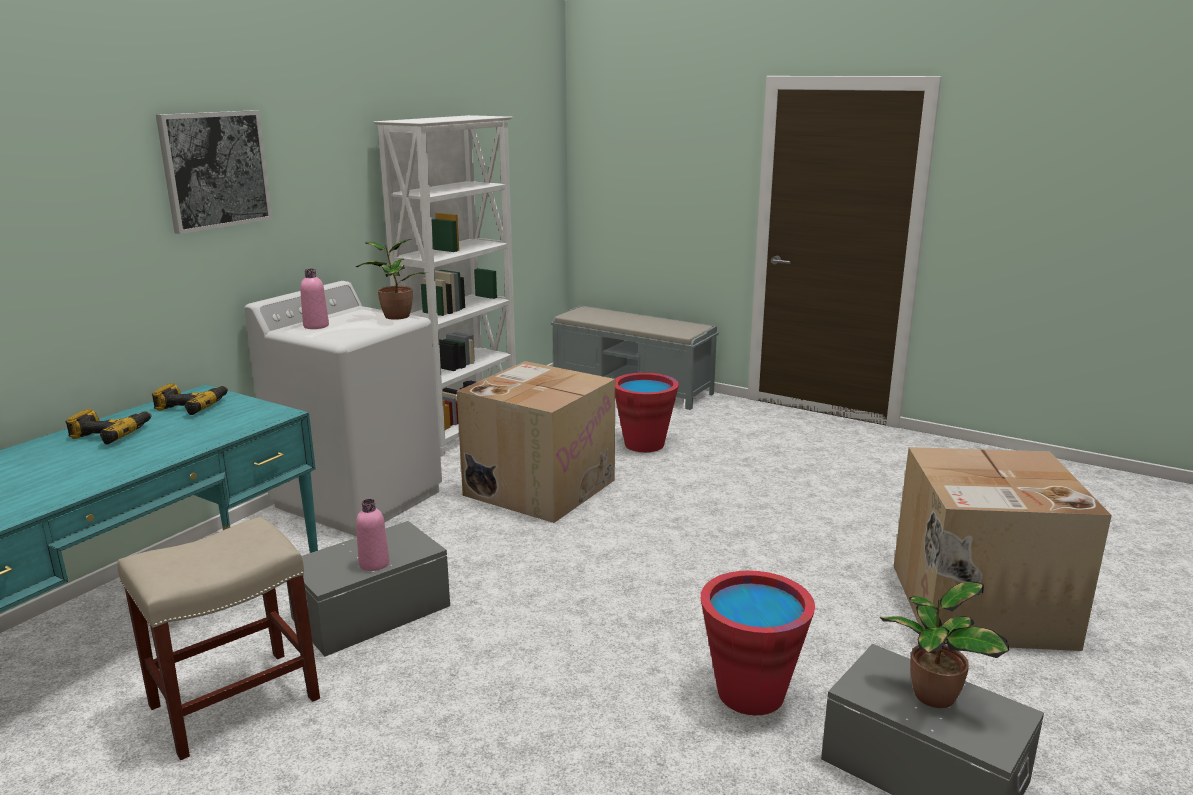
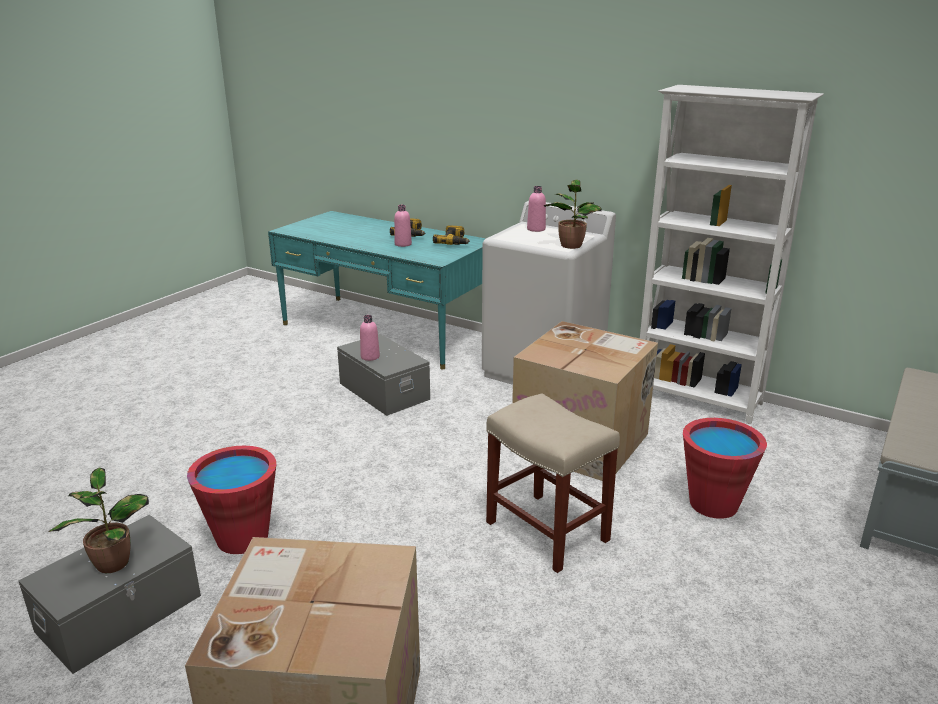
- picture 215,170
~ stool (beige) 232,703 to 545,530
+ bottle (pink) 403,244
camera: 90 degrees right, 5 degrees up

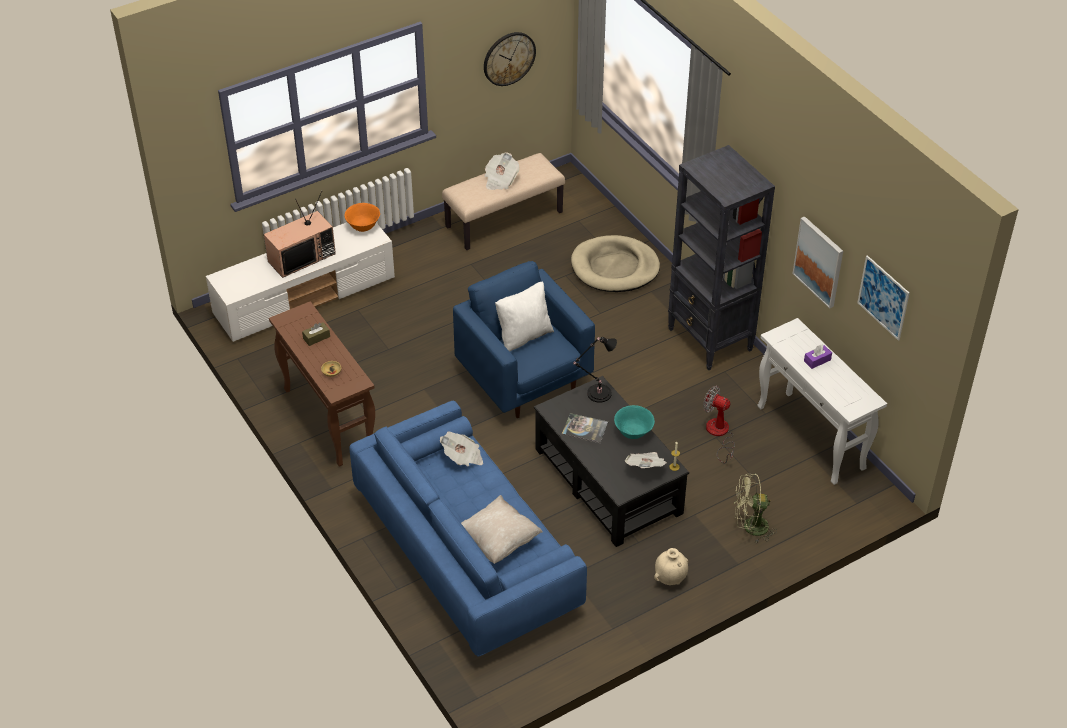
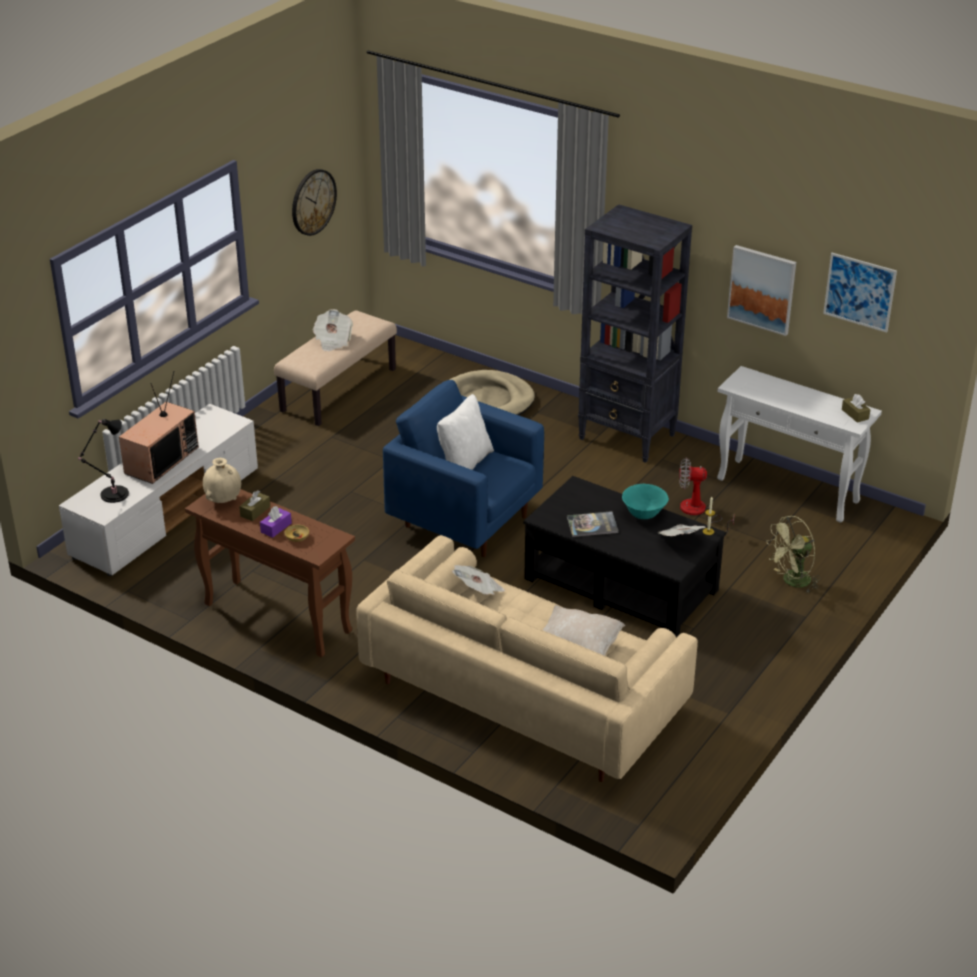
- bowl (orange) 363,226
~ table lamp (black) 597,393 to 112,495
~ tissue box (purple) 817,360 to 276,528
~ sofa (blue) 467,553 to sofa (beige) 524,694
~ vase (beige) 670,578 to 224,500
+ tissue box (brown) 855,414
camera: 25 degrees left, 10 degrees down

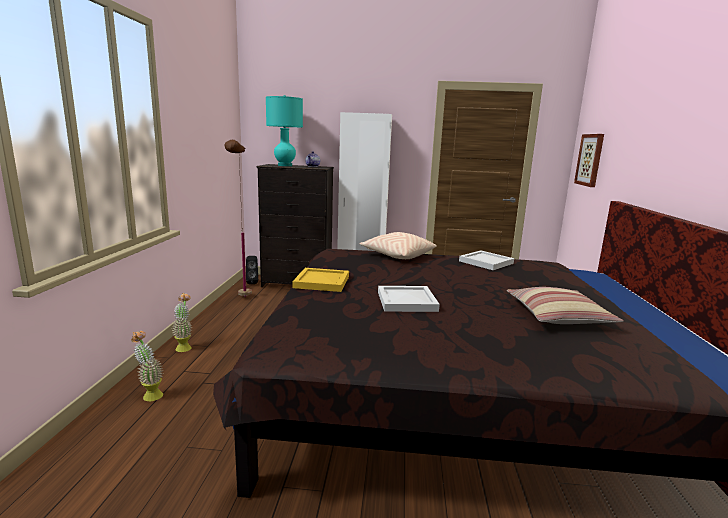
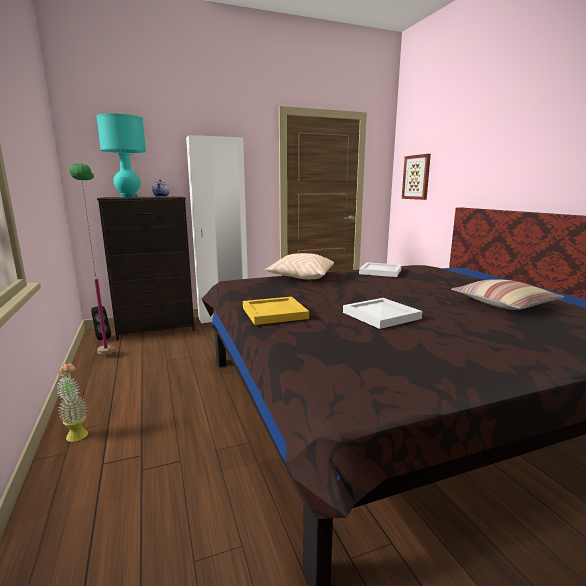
~ floor lamp (brown) 242,301 to floor lamp (green) 108,360
- potted plant 150,394
camera: 25 degrees left, 0 degrees up

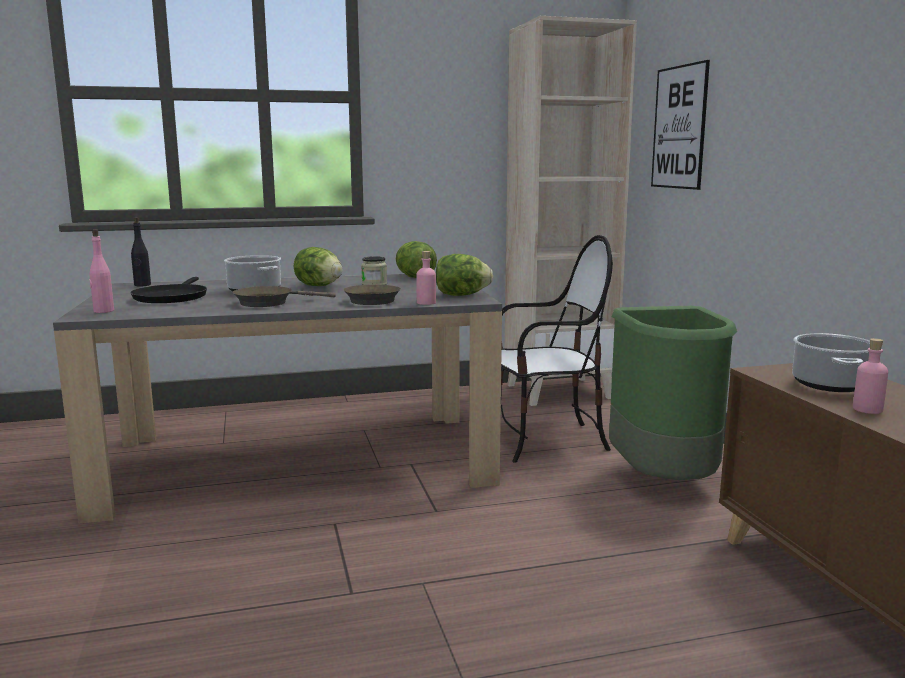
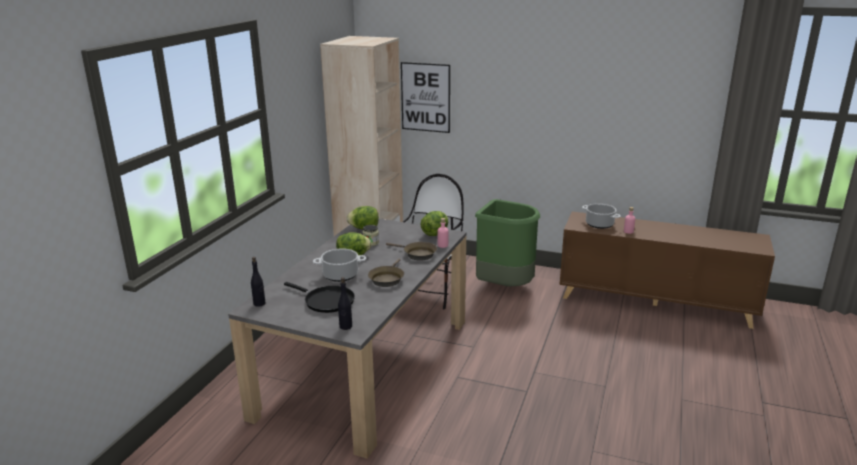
~ bottle (pink) 103,311 to bottle (black) 345,326
camera: 55 degrees left, 10 degrees up

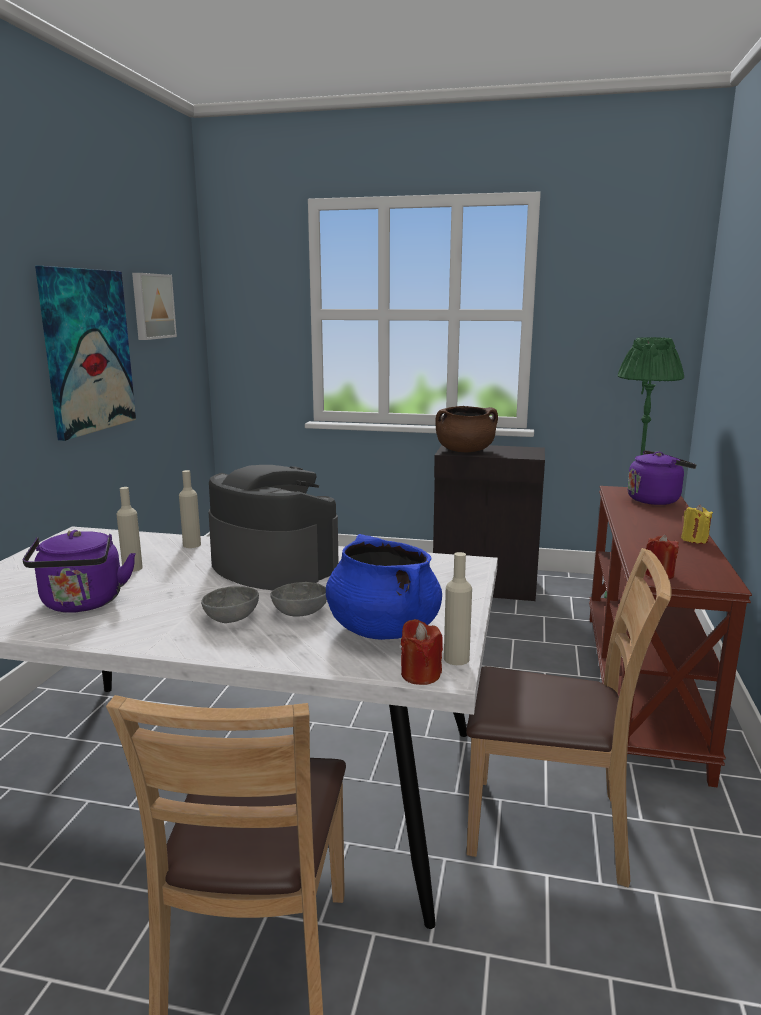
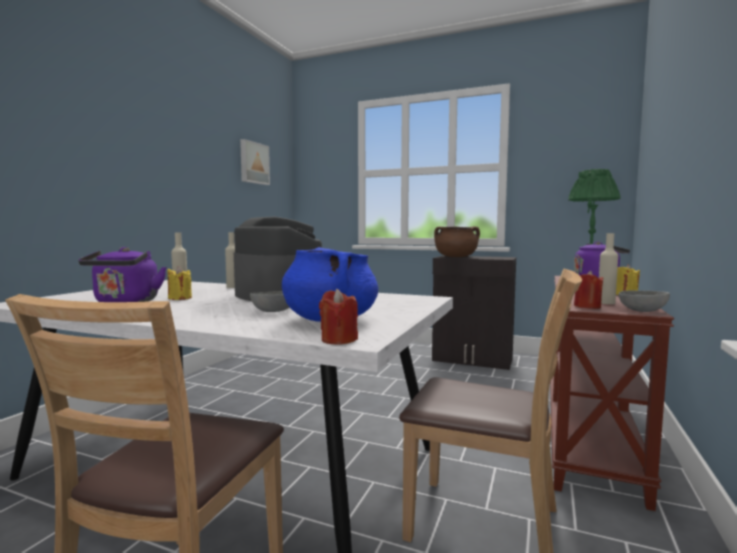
- picture 87,351
~ bottle (beige) 456,659 to 606,302
~ bowl (grey) 230,618 to 641,311
+ candle (yellow) 180,298
camera: 10 degrees right, 10 degrees down

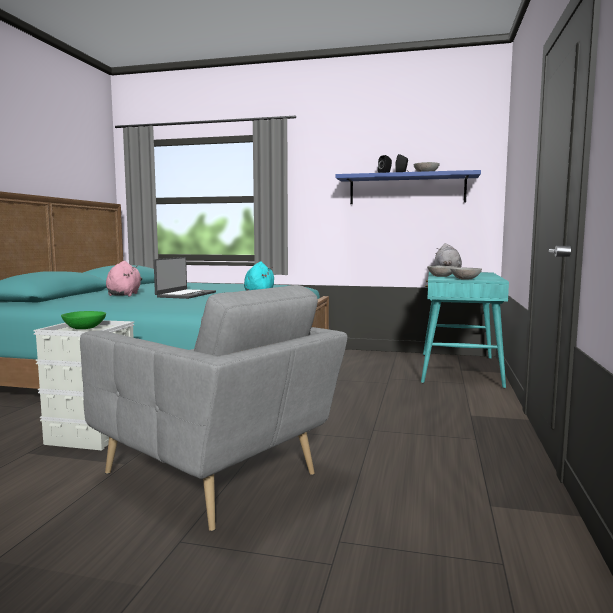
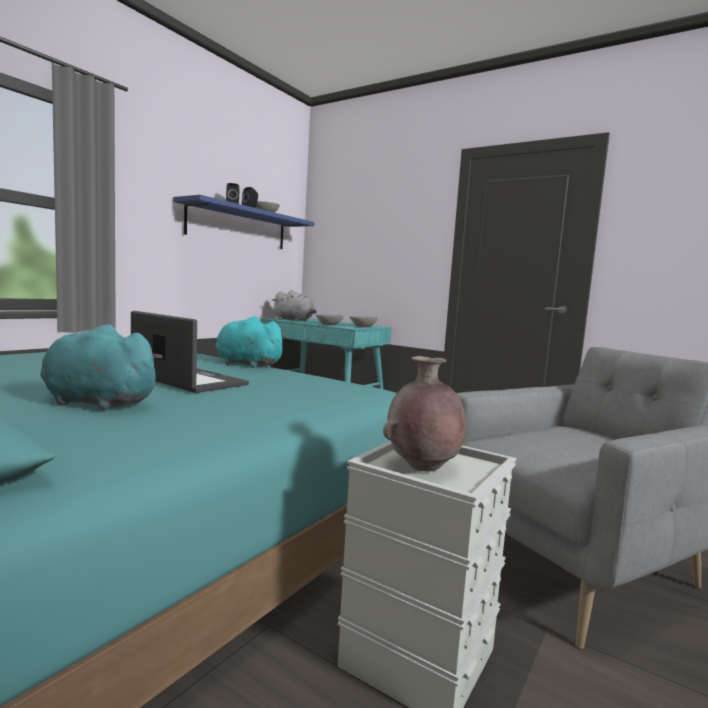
~ plush toy (pink) 124,295 to plush toy (turquoise) 95,402
~ bowl (green) 84,328 to vase (brown) 422,467
camera: 70 degrees left, 0 degrees up

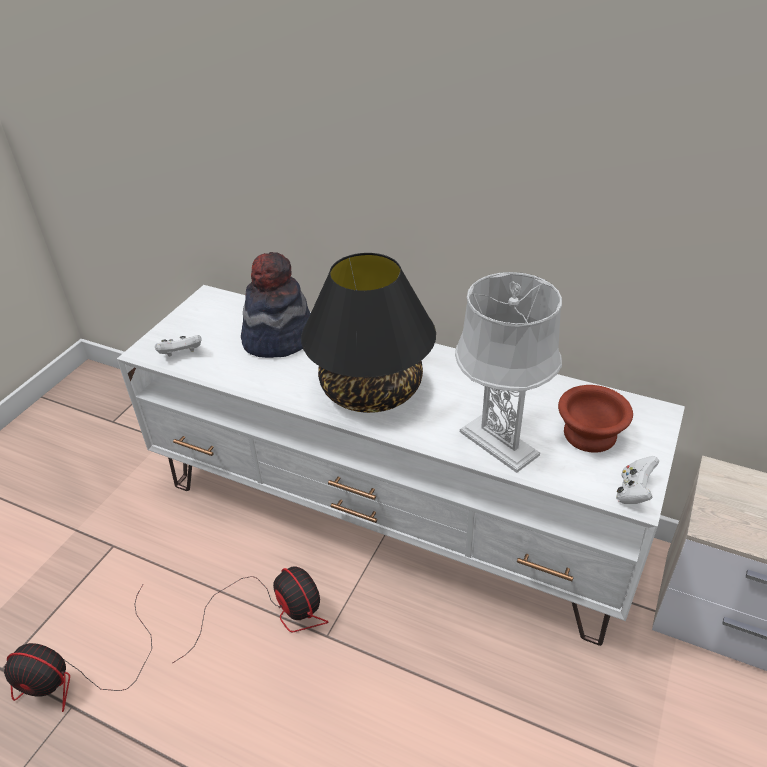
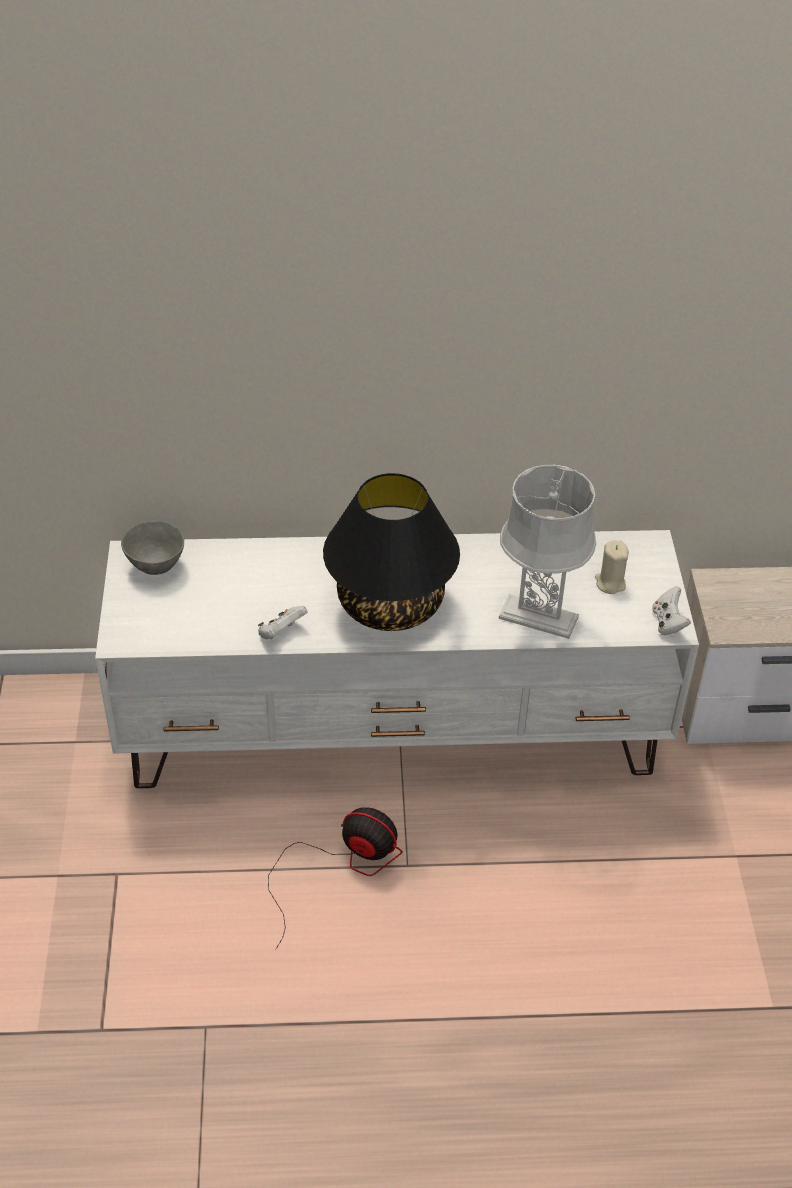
- hat 278,338
~ game controller (white) 181,354 to 281,633
~ bowl (brown) 592,435 to candle (beige) 610,583
- fan 79,674
+ bowl (grey) 157,566
camera: 30 degrees left, 5 degrees up

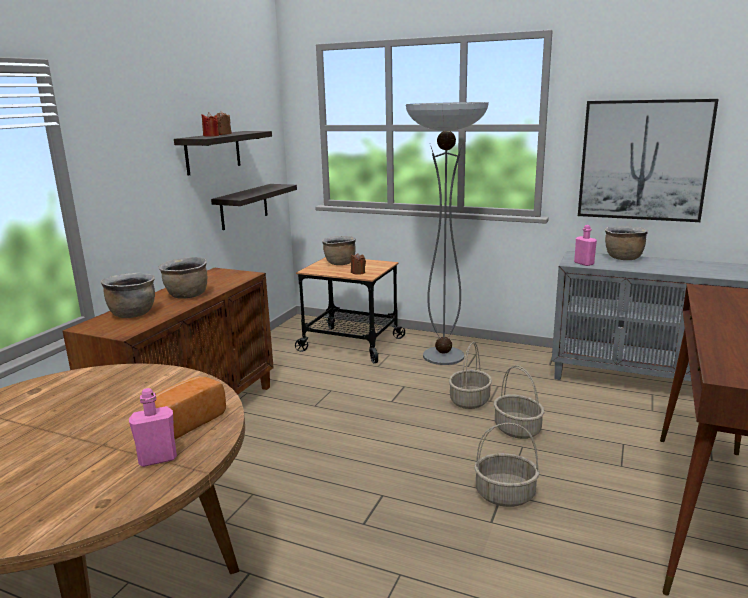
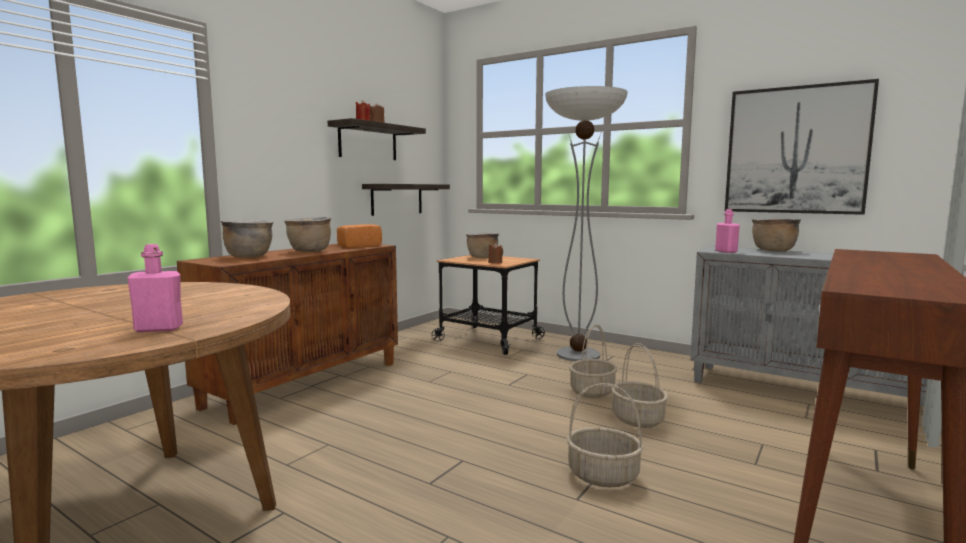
~ bread 185,422 to 358,246
camera: 10 degrees right, 10 degrees down

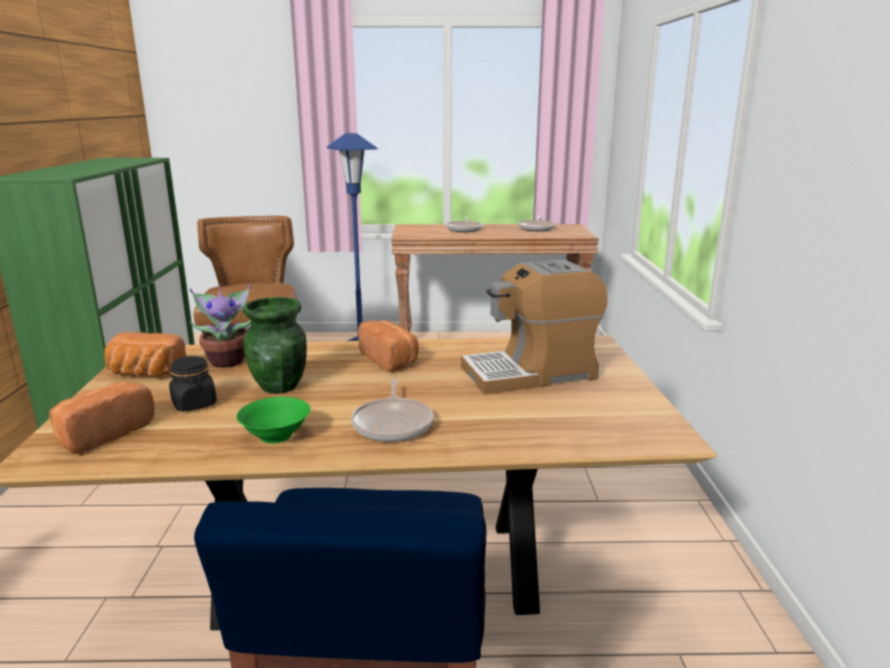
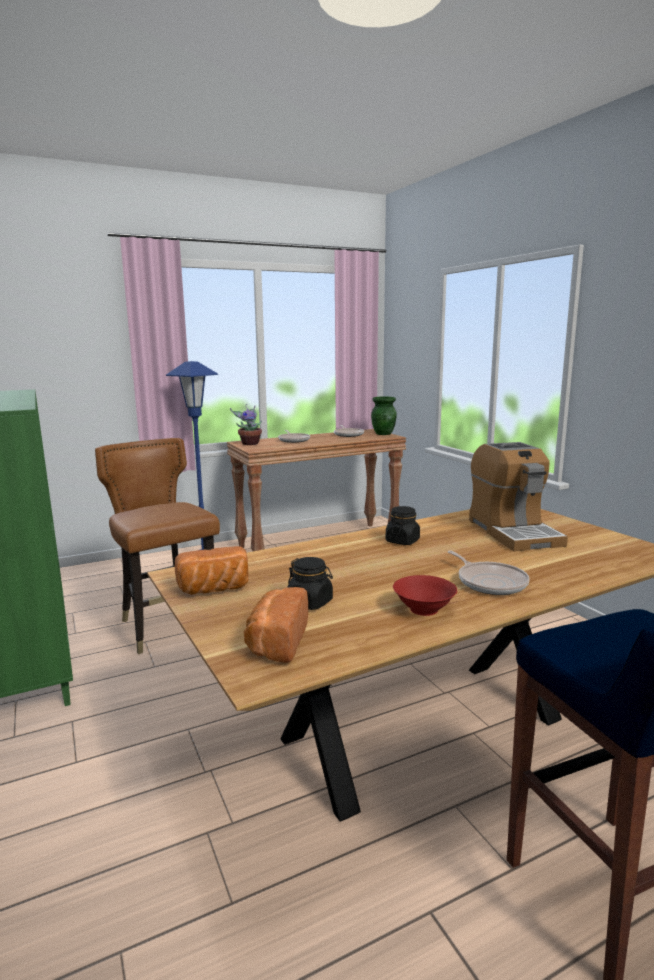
~ coffee machine 531,373 = 513,532 60 degrees counterclockwise
~ potted plant 228,361 to 249,443
~ vase (green) 280,386 to 384,434
~ bread 391,360 to jar (black) 402,541
~ bowl (green) 276,435 to bowl (red) 424,609
camera: 25 degrees left, 5 degrees down

